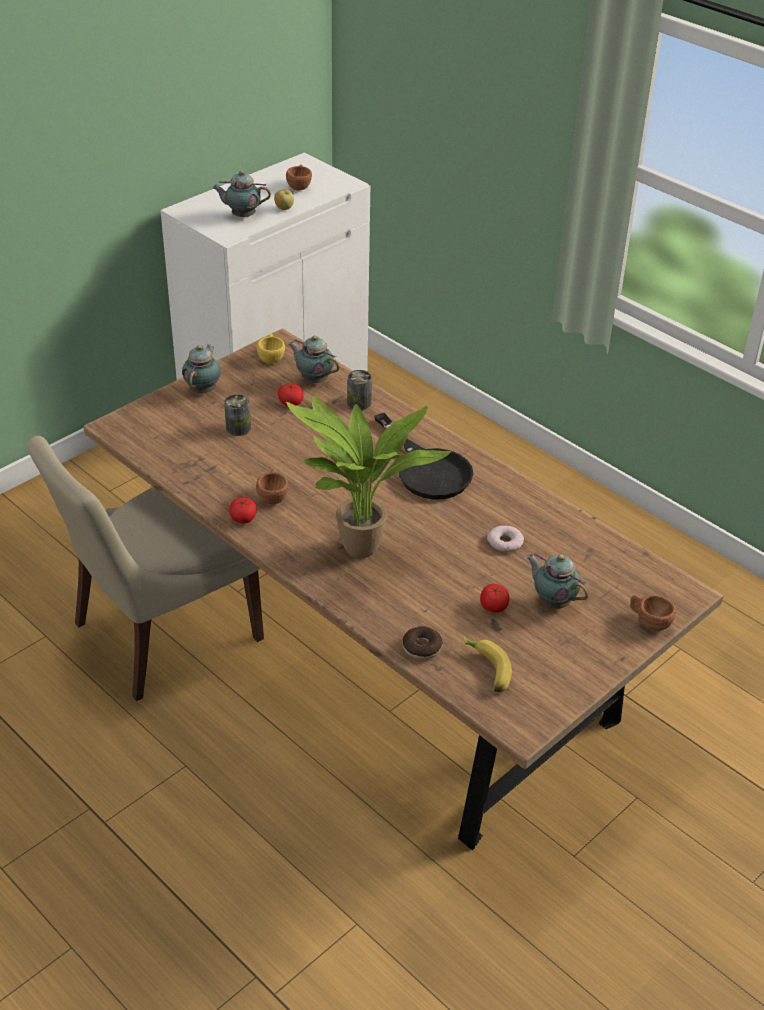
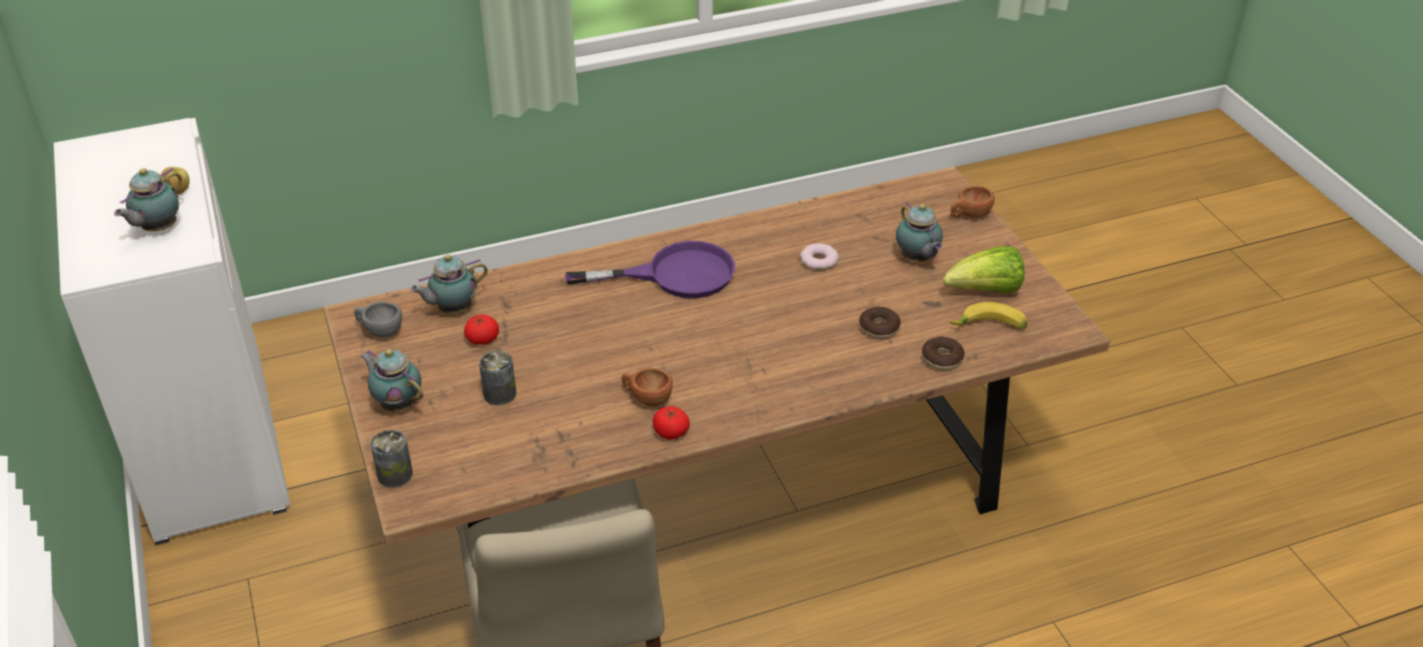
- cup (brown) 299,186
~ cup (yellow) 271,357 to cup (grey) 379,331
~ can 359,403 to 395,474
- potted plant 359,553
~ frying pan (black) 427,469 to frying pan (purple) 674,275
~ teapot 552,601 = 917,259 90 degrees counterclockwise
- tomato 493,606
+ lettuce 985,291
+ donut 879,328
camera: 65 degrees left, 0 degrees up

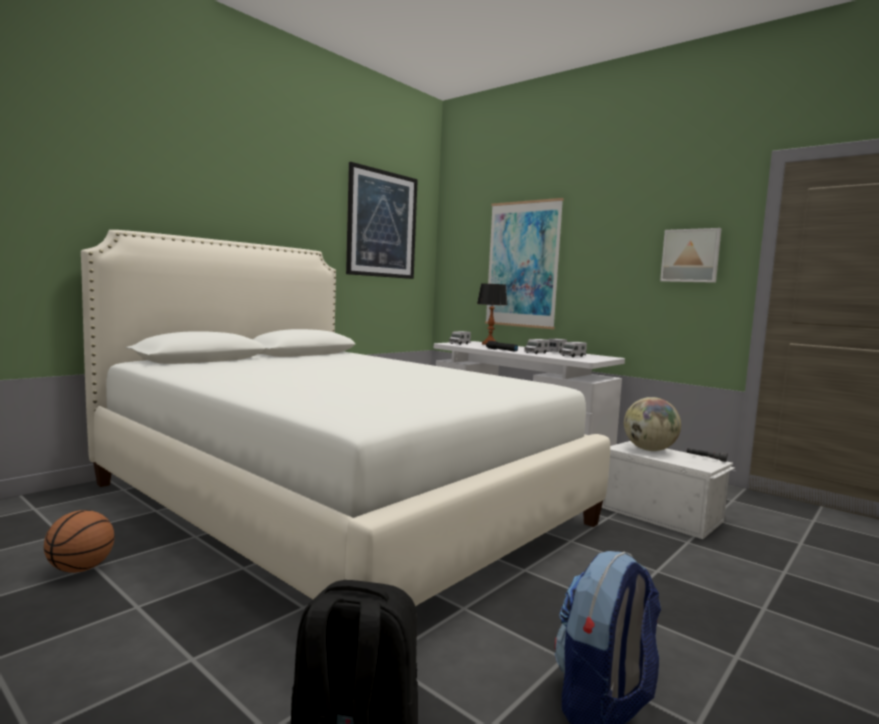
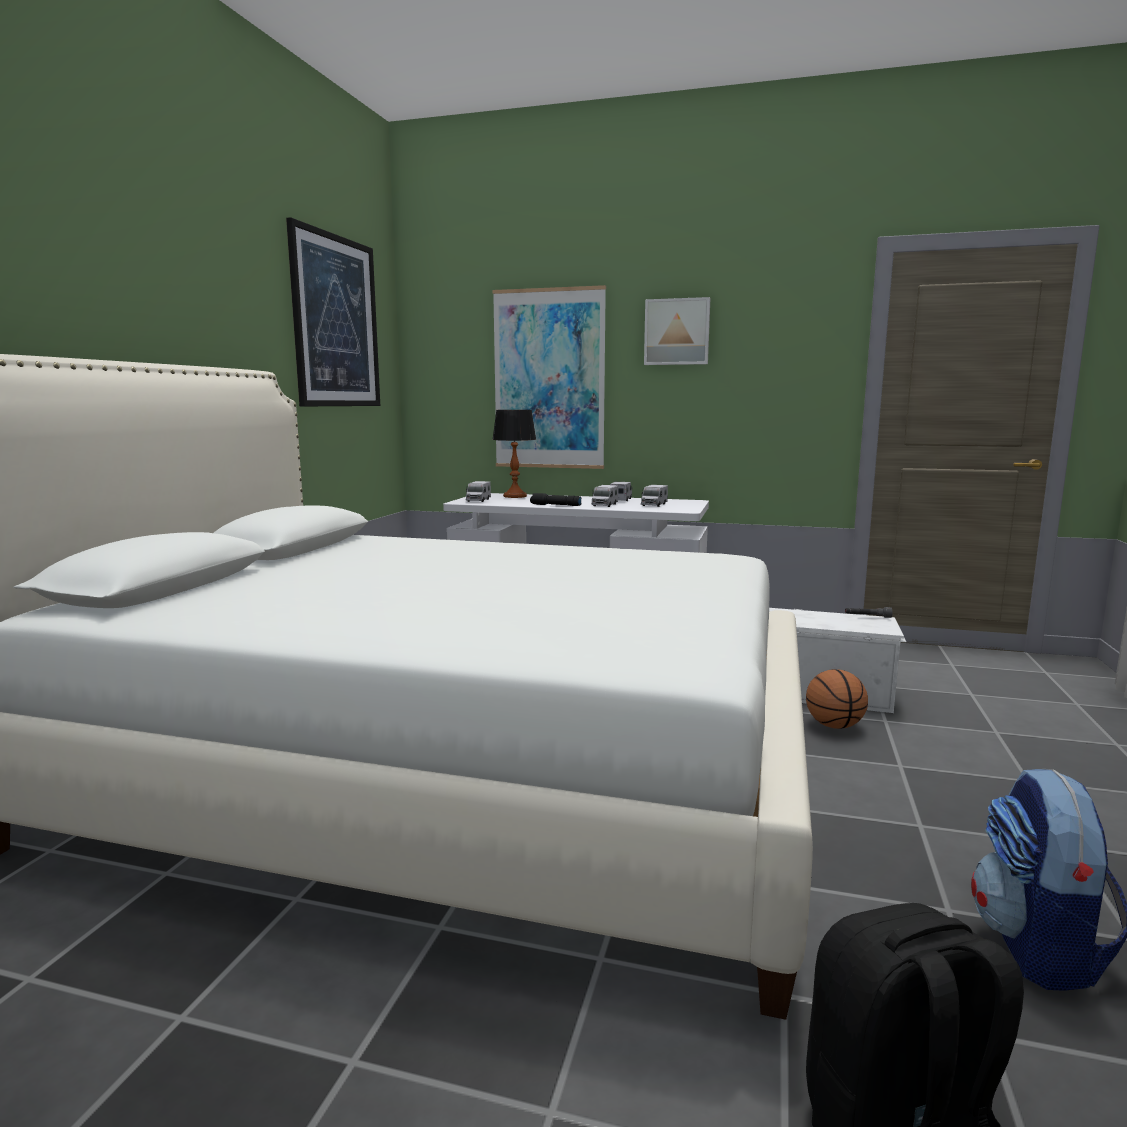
~ picture 690,255 to 677,332
- globe 649,450
~ basketball 81,569 to 834,726
camera: 25 degrees left, 5 degrees up

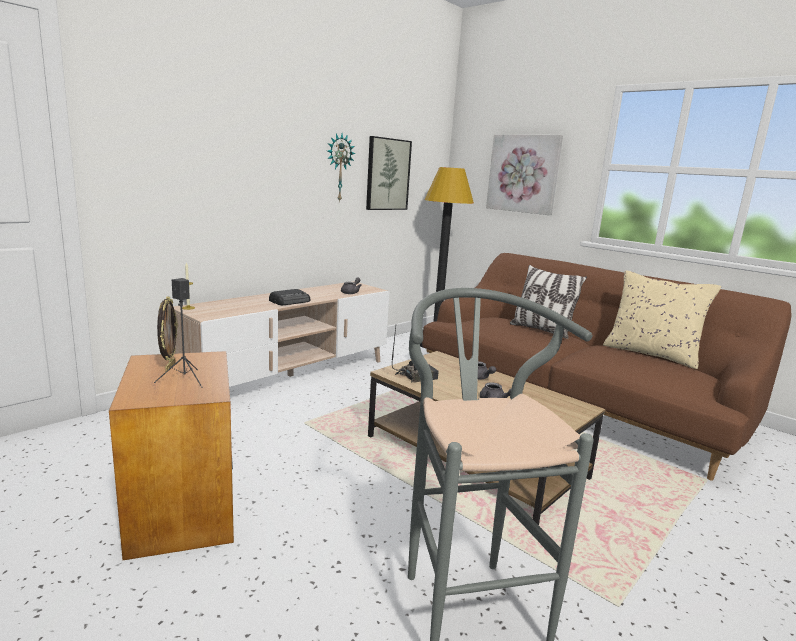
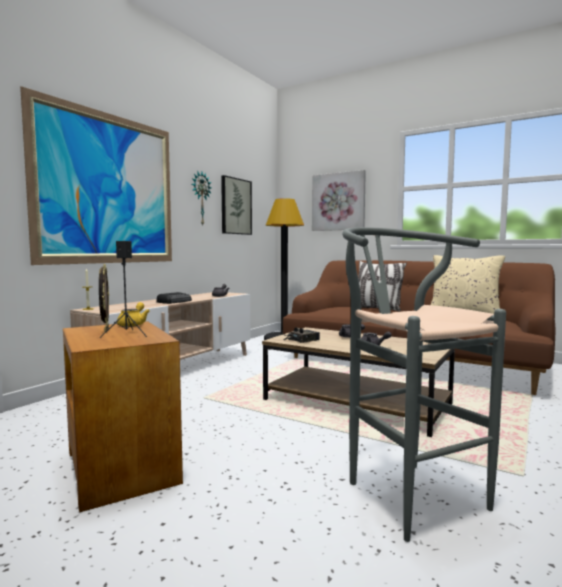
+ picture 109,189
+ teapot (yellow) 133,324
camera: 10 degrees left, 10 degrees down

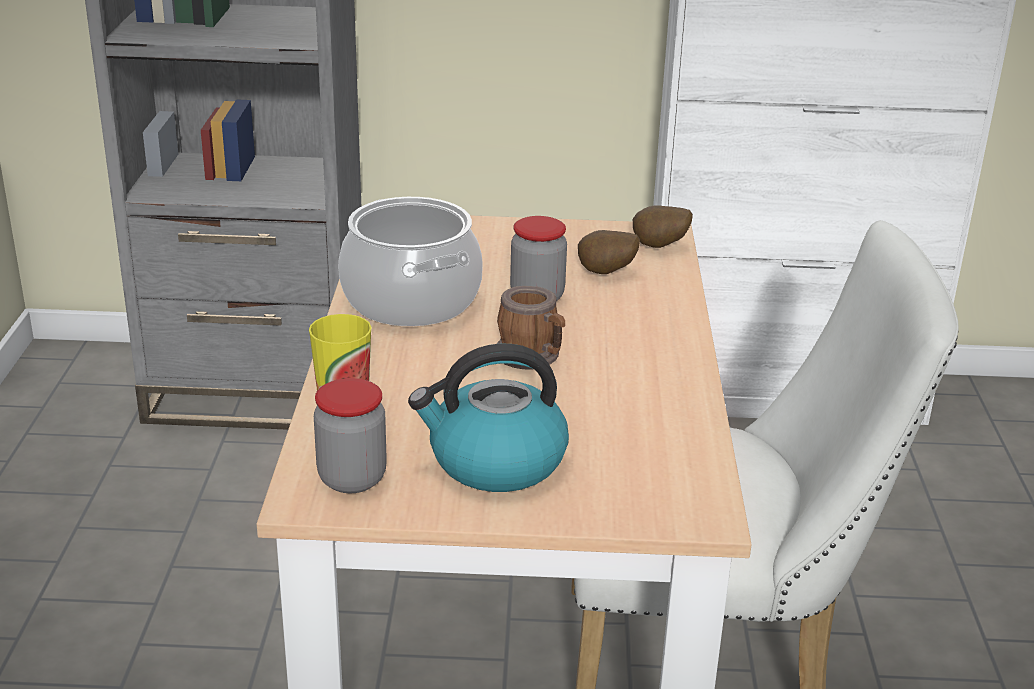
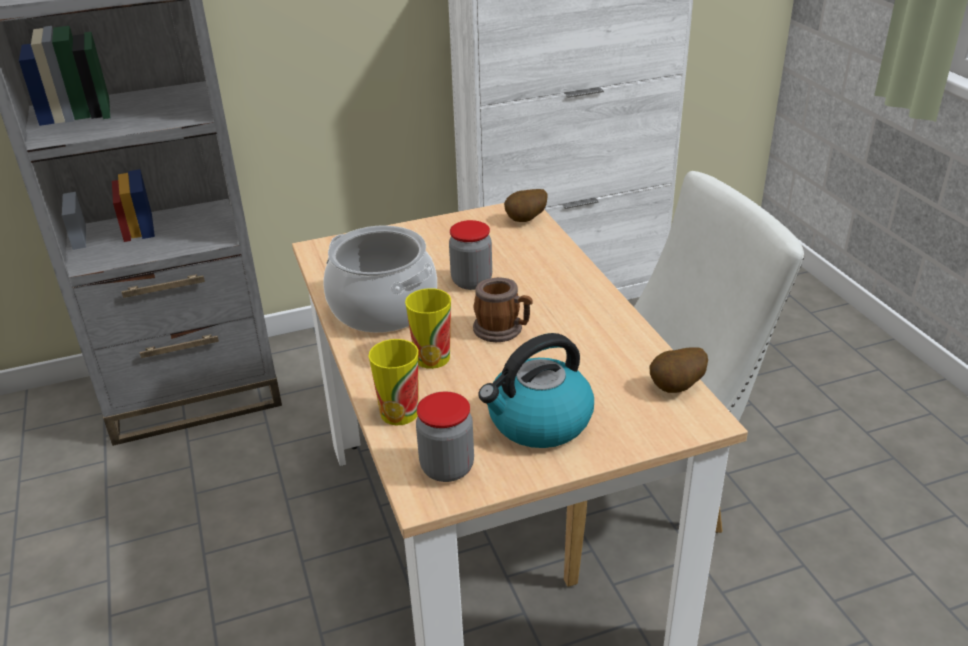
~ potato 606,273 to 677,388
+ cup 432,358
camera: 20 degrees left, 5 degrees up

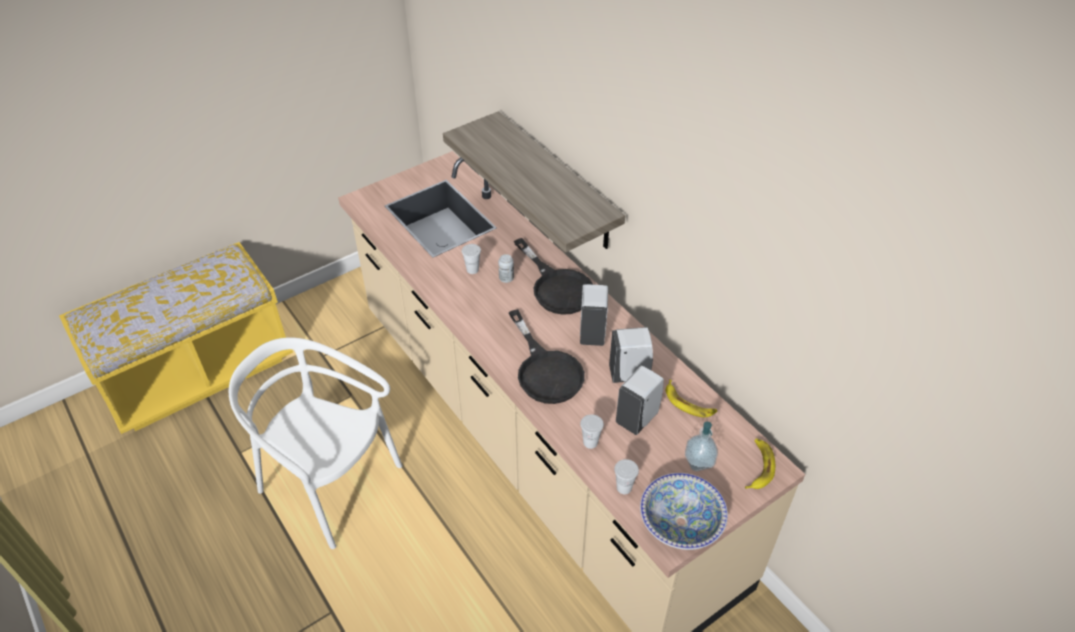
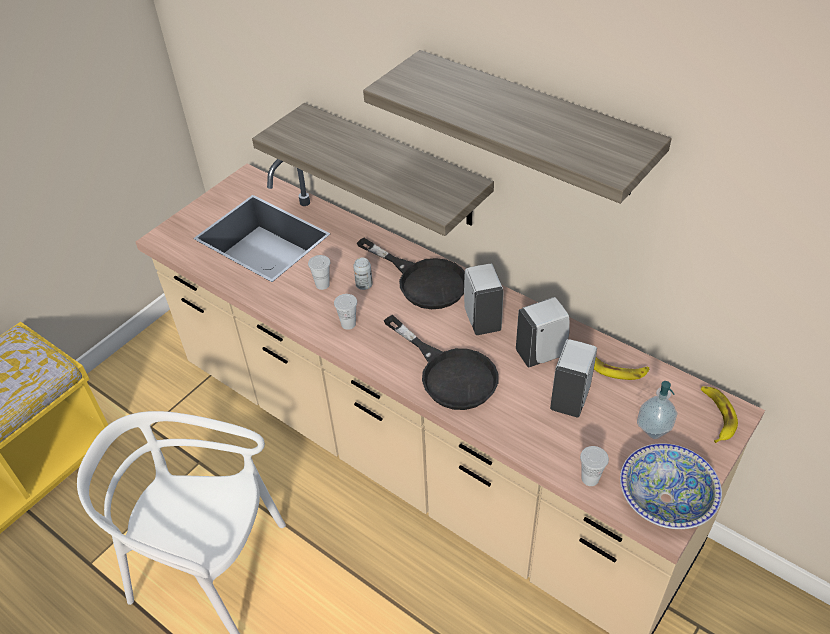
~ cup (white) 590,442 to 348,324
+ shelf 533,123
camera: 15 degrees left, 0 degrees up

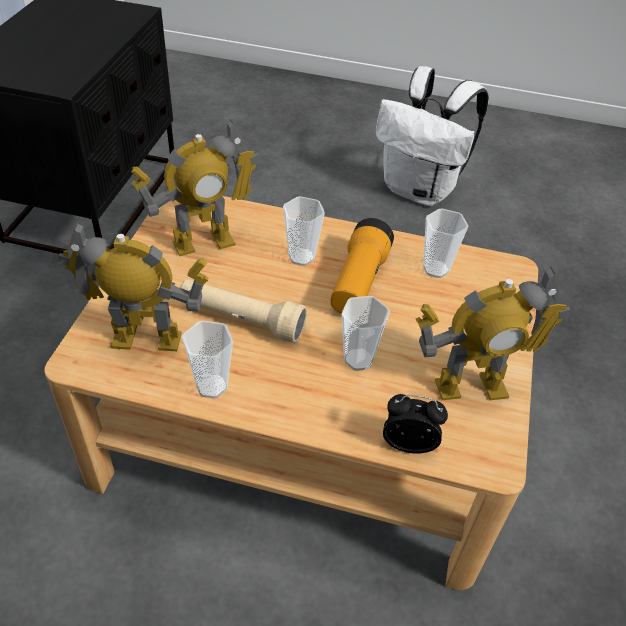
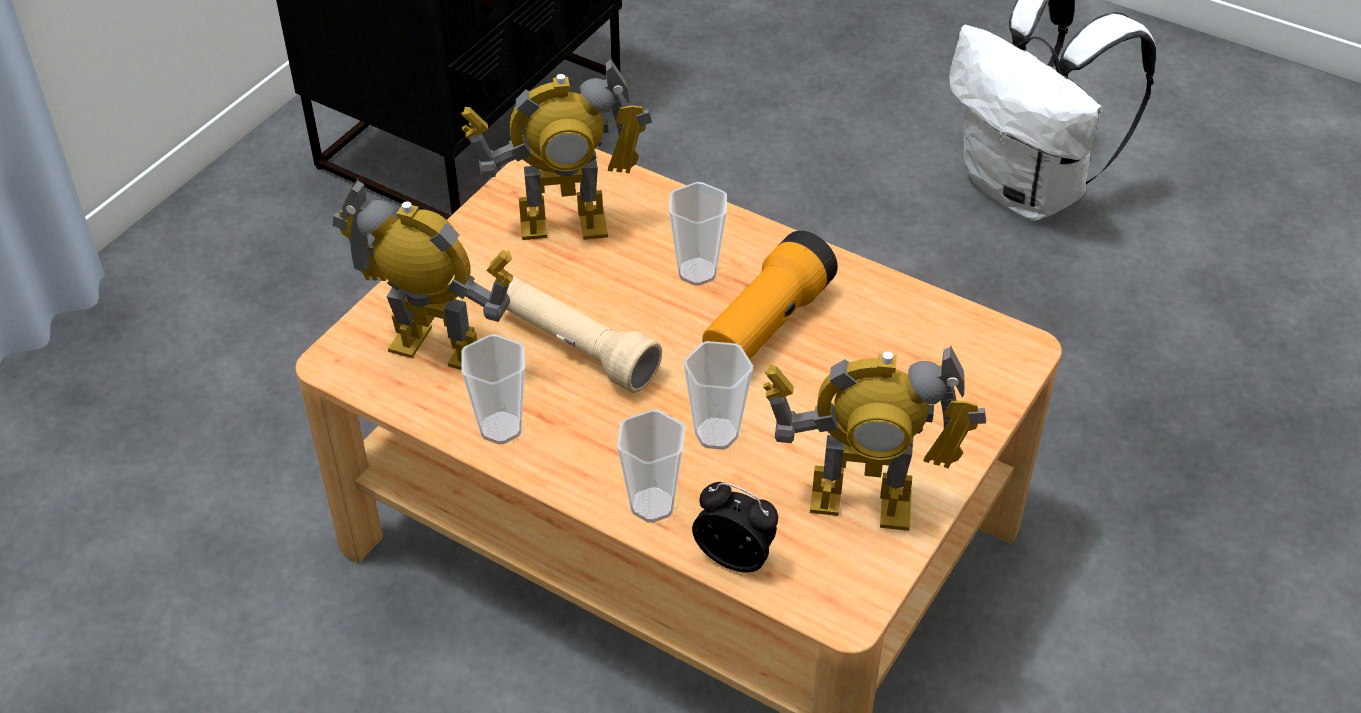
~ cup 436,269 to 652,505
camera: 20 degrees right, 0 degrees up

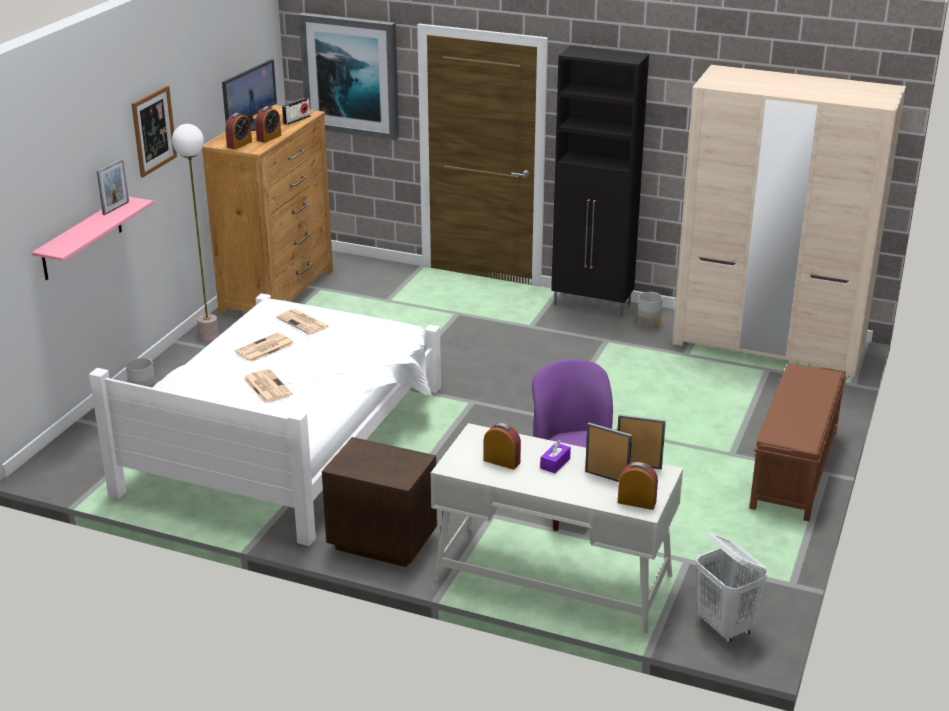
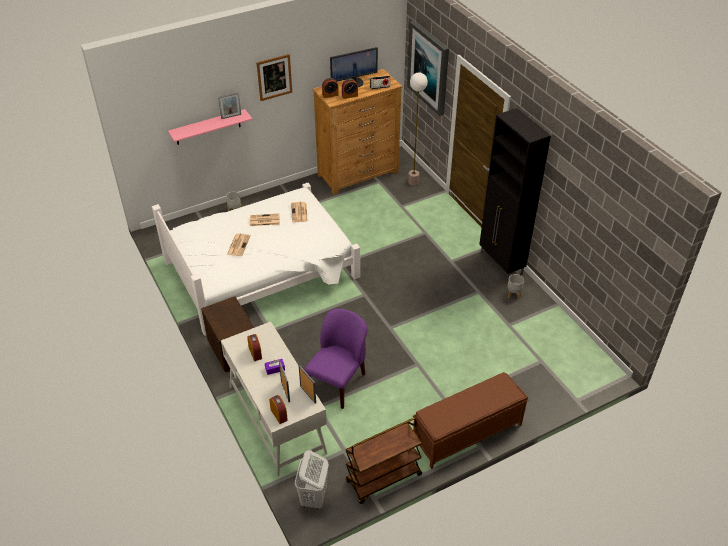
- wardrobe (beige) 768,344
~ floor lamp 209,336 to 413,182
+ cart (brown) 383,479
camera: 40 degrees right, 15 degrees up

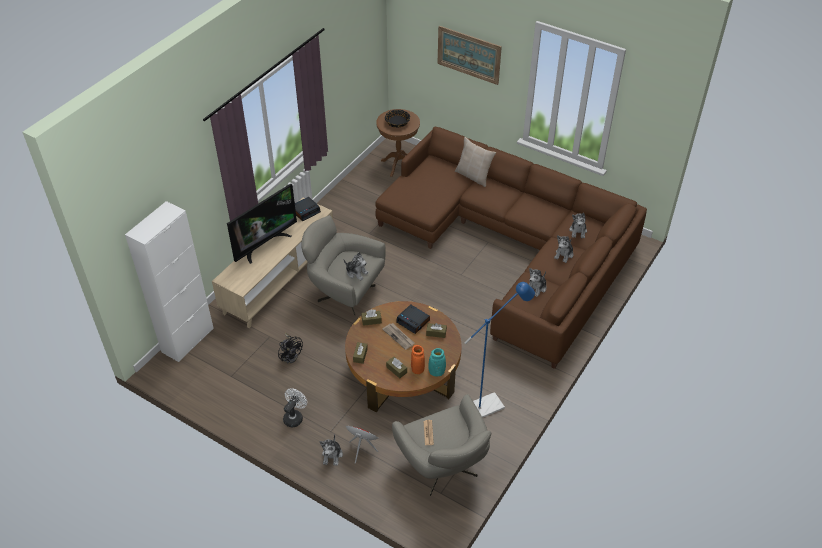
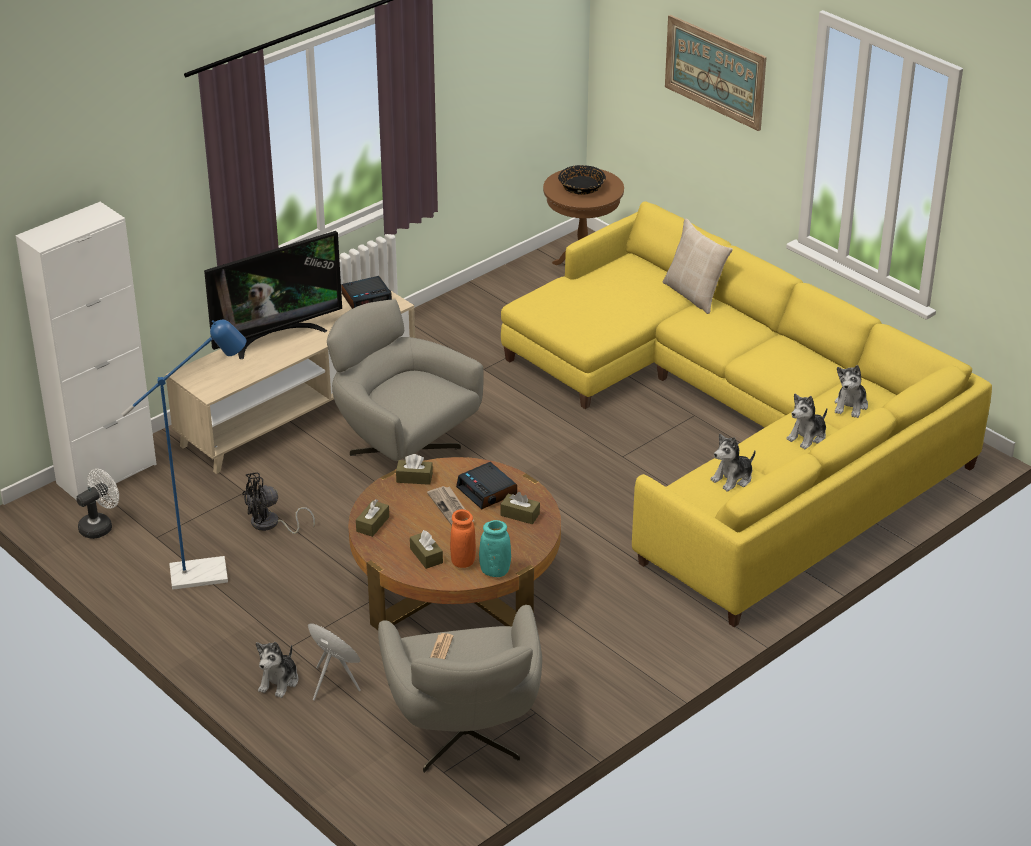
~ sofa (brown) 513,248 to sofa (yellow) 739,431
- plush toy 356,272
~ floor lamp (blue) 491,404 to 210,572
~ fan (black) 291,355 = 270,524 90 degrees clockwise
~ fan (white) 294,417 to 100,526
camera: 15 degrees right, 10 degrees down

